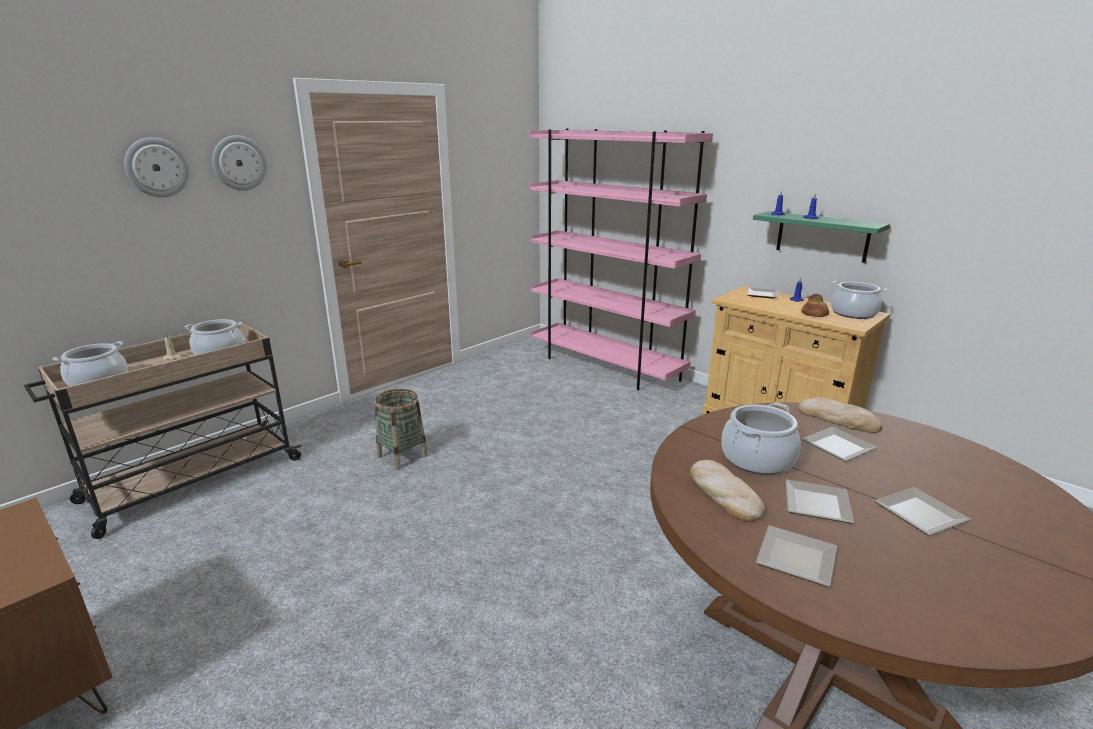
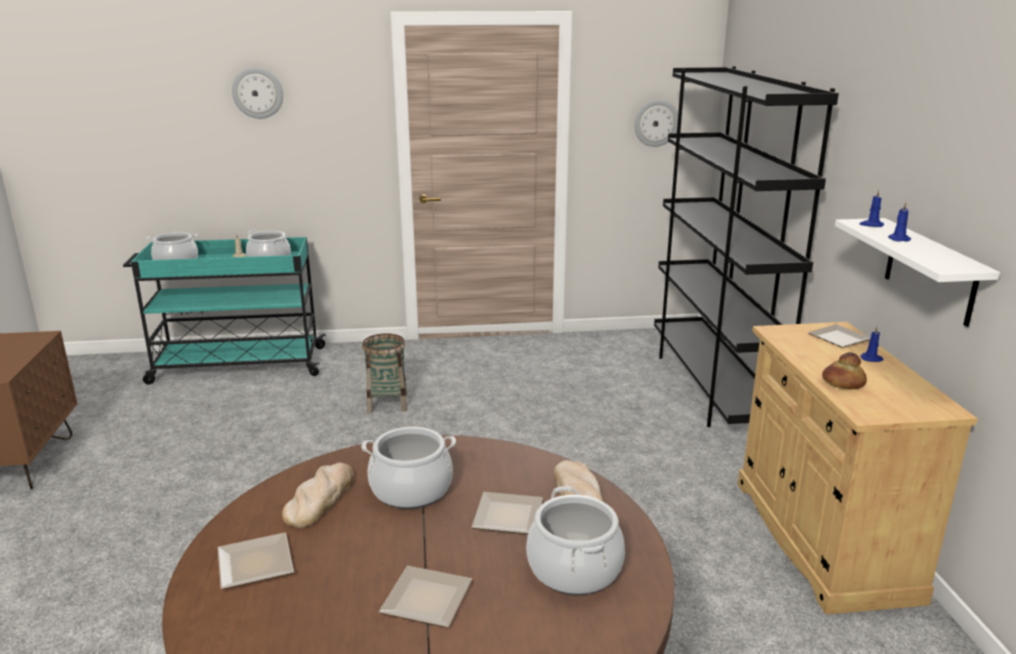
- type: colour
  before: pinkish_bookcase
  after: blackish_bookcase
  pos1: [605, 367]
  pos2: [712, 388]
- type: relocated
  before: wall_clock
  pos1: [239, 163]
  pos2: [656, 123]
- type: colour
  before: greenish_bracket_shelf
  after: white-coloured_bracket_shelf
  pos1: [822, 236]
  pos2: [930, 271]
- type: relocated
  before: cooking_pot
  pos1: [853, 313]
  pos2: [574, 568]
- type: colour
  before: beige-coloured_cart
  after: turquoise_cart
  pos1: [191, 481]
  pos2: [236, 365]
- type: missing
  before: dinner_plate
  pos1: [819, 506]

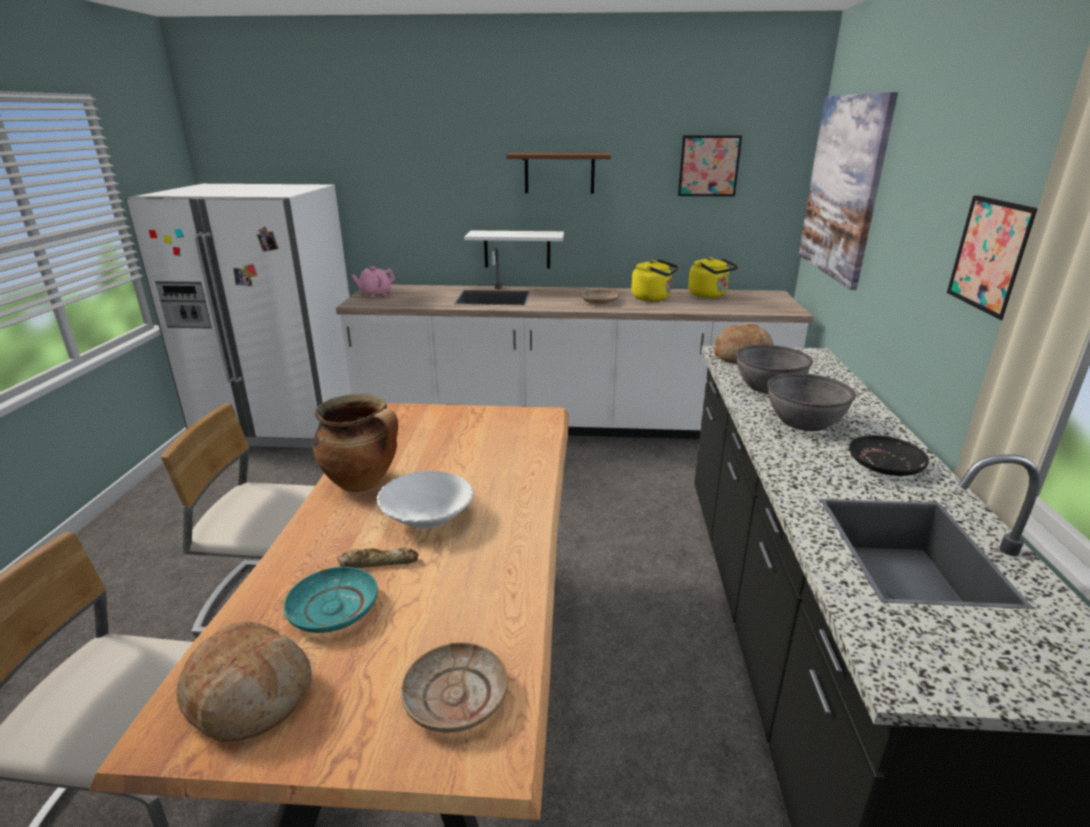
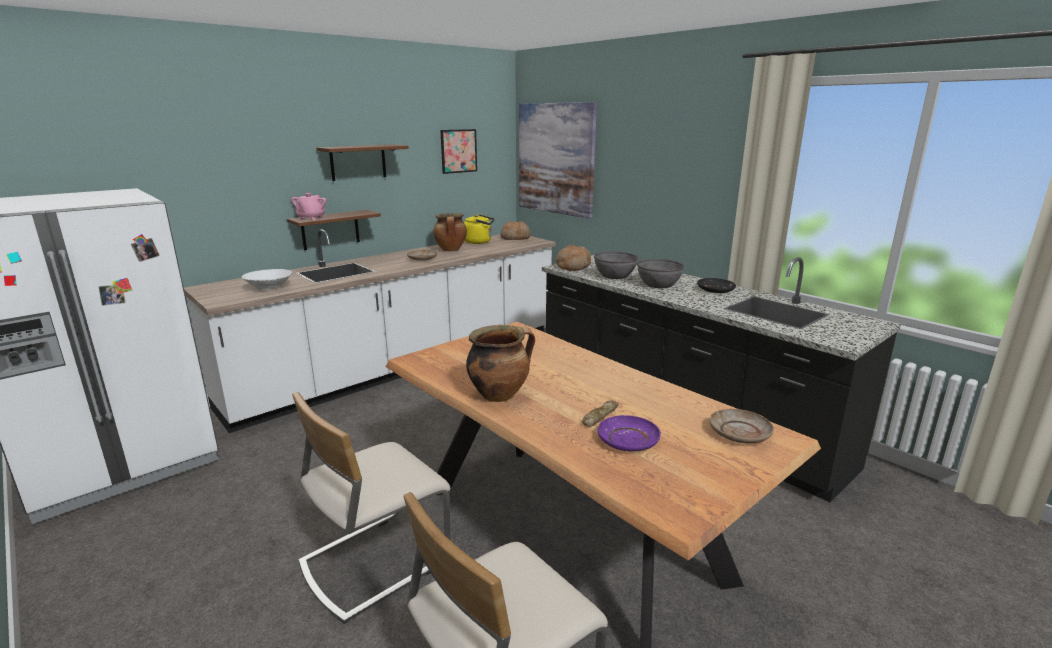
- type: missing
  before: wall_art
  pos1: [991, 255]
- type: colour
  before: white-coloured_bracket_shelf
  after: brown-coloured_bracket_shelf
  pos1: [517, 249]
  pos2: [330, 230]
- type: exchanged
  before: yellow-coloured_kettle
  after: cooking_pot
  pos1: [653, 298]
  pos2: [451, 250]
- type: relocated
  before: pinkish_tea_pot
  pos1: [375, 294]
  pos2: [311, 218]
- type: relocated
  before: white-coloured_deep_dish
  pos1: [427, 517]
  pos2: [268, 287]
- type: colour
  before: turquoise_dinner_plate
  after: purple_dinner_plate
  pos1: [333, 609]
  pos2: [628, 441]
- type: relocated
  before: baked_bread
  pos1: [249, 695]
  pos2: [515, 238]

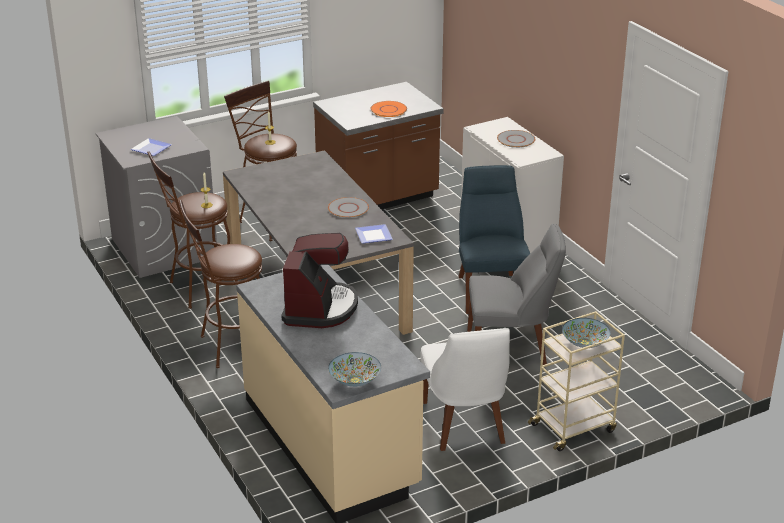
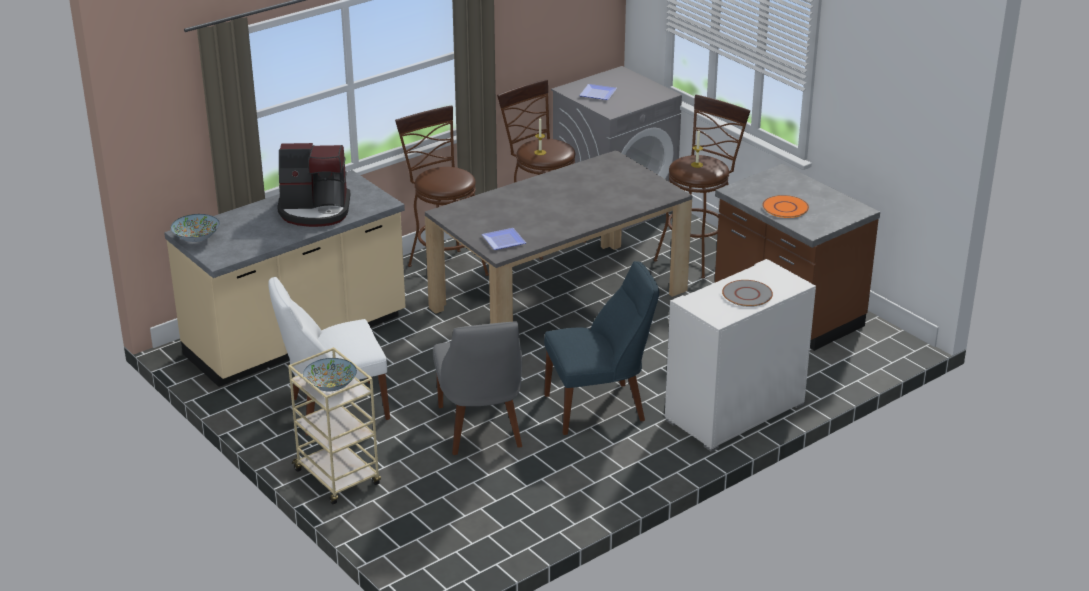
- type: missing
  before: grey_dinner_plate
  pos1: [348, 208]

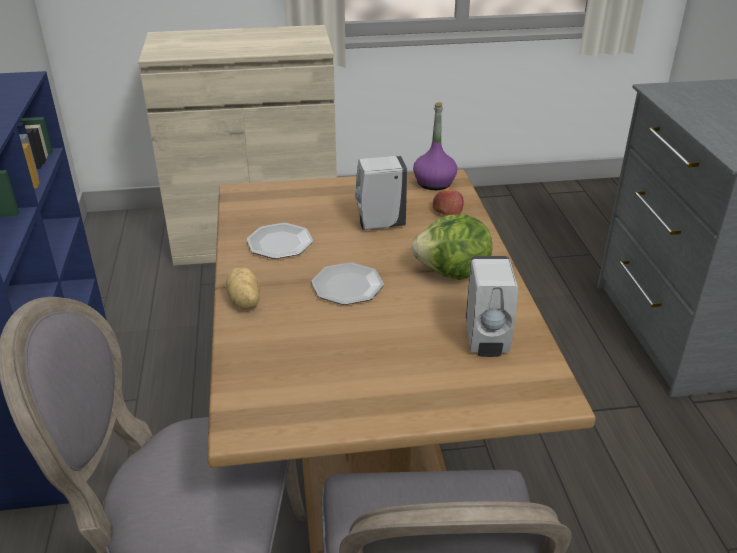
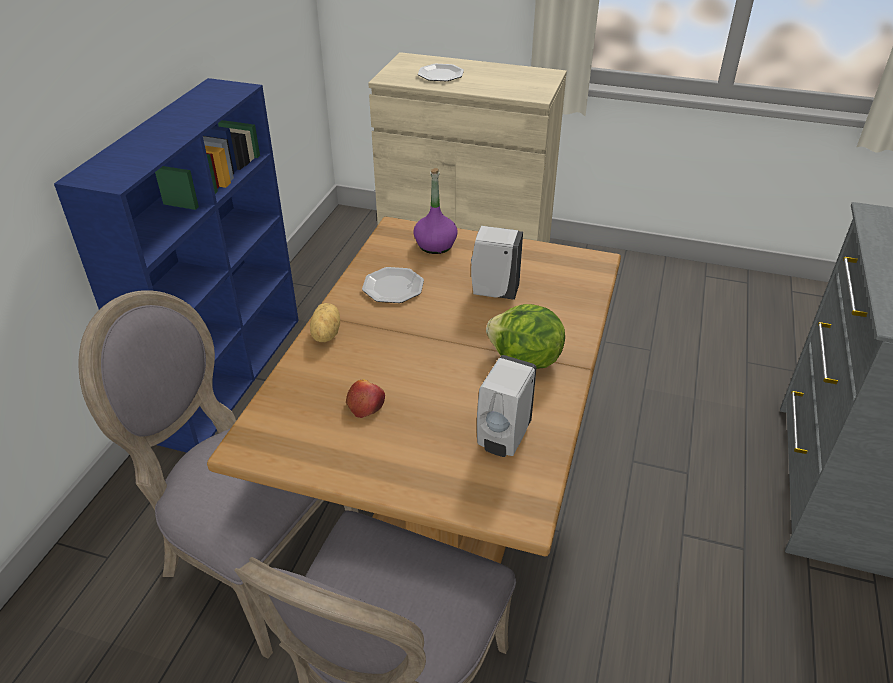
- type: relocated
  before: purple_bottle
  pos1: [434, 183]
  pos2: [435, 245]
- type: relocated
  before: apple_fruit
  pos1: [447, 210]
  pos2: [365, 404]
- type: relocated
  before: dinner_plate
  pos1: [347, 286]
  pos2: [440, 75]

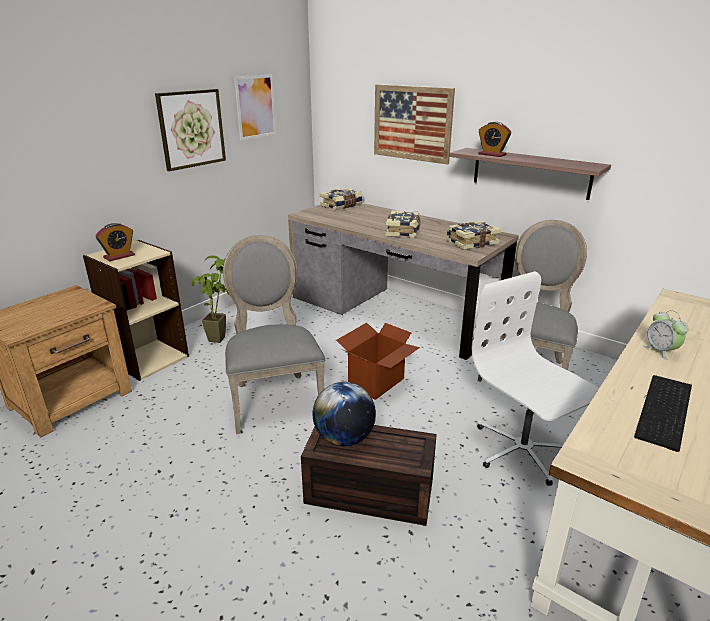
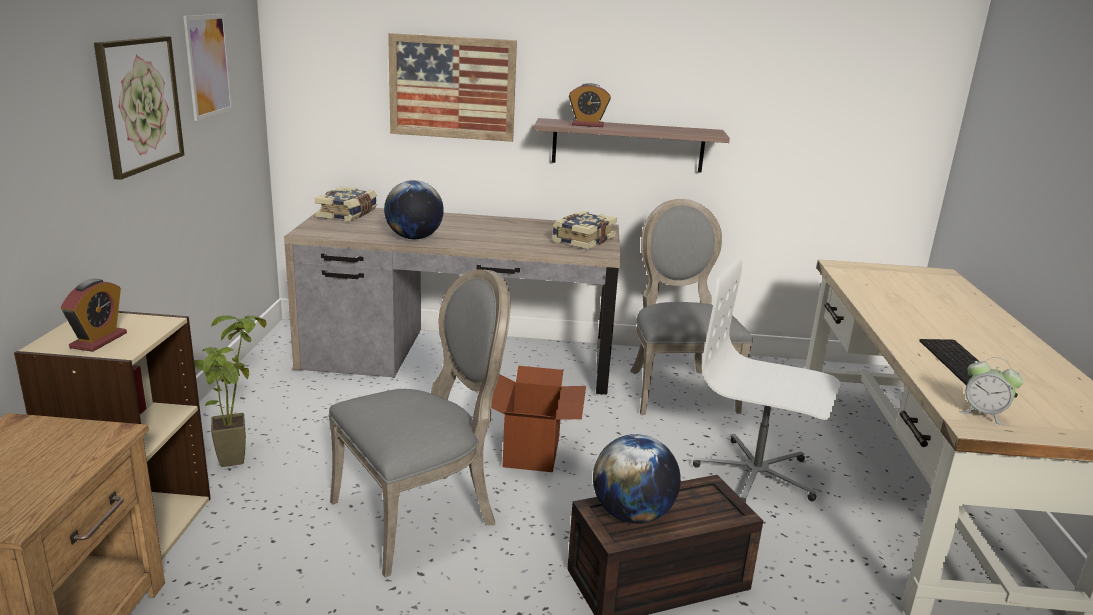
- type: missing
  before: volume
  pos1: [403, 231]
- type: spun
  before: grey_chair
  pos1: [275, 399]
  pos2: [421, 514]
  turn: 105
- type: relocated
  before: bedside_clock
  pos1: [661, 351]
  pos2: [983, 414]
- type: appeared
  after: desk_globe
  pos2: [414, 238]

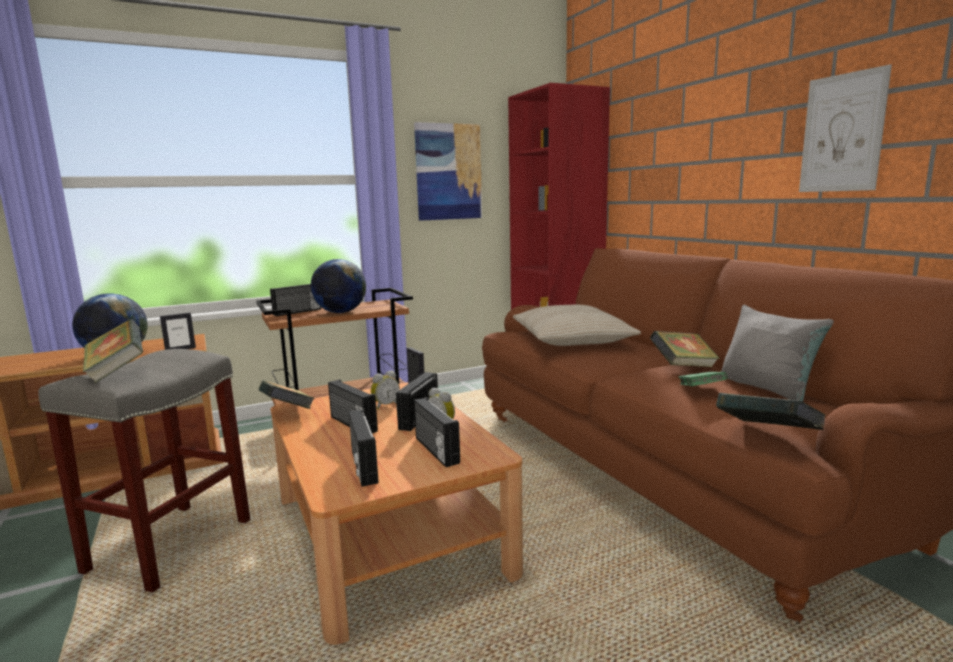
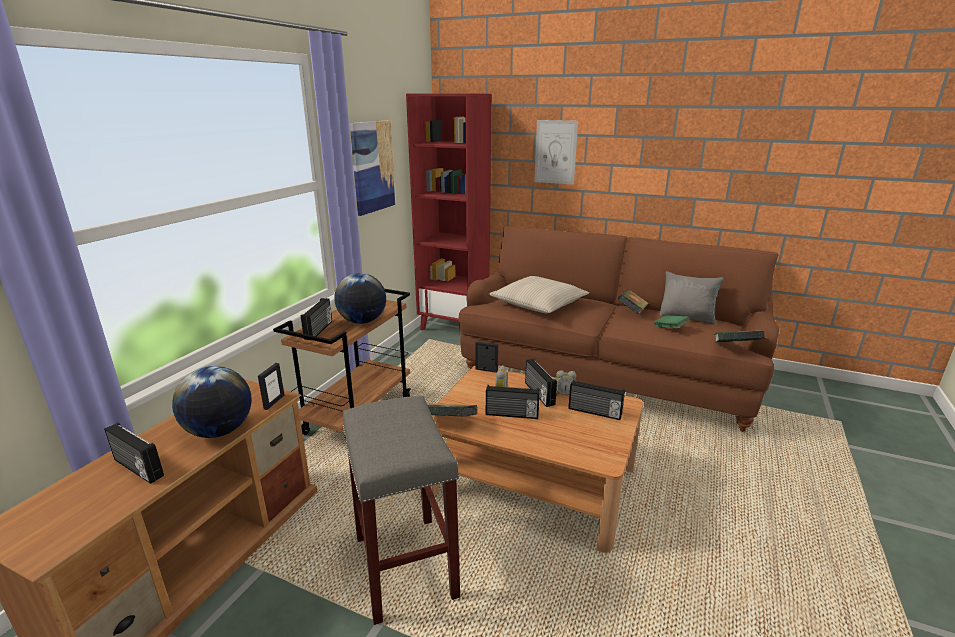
- type: relocated
  before: wall_art
  pos1: [842, 133]
  pos2: [555, 152]
- type: missing
  before: volume
  pos1: [117, 372]
- type: relocated
  before: radio
  pos1: [362, 467]
  pos2: [137, 468]

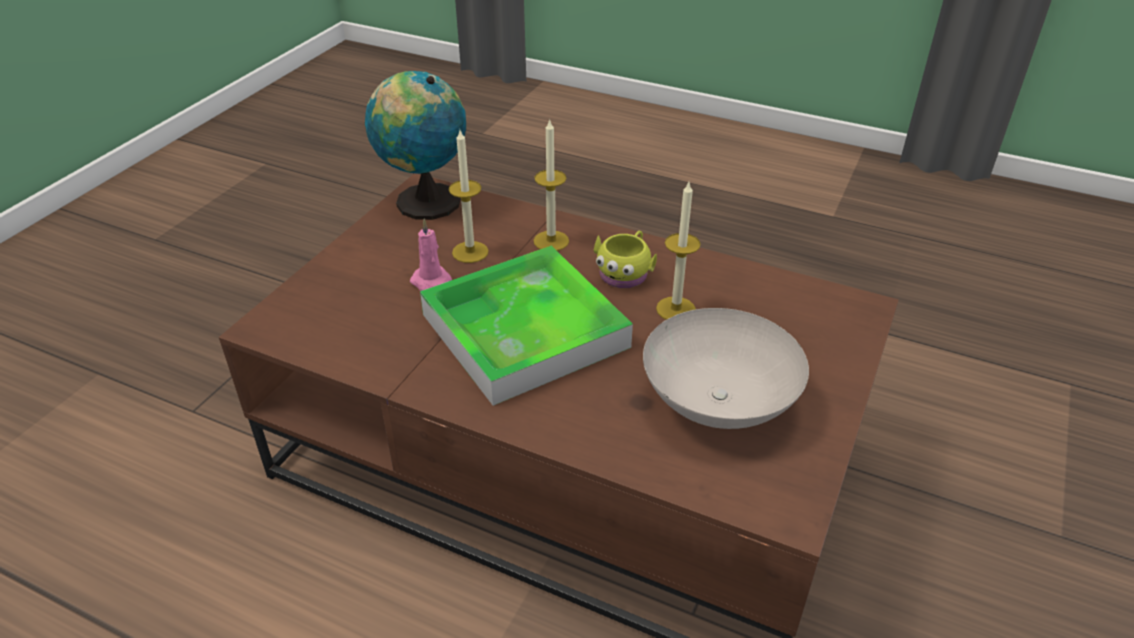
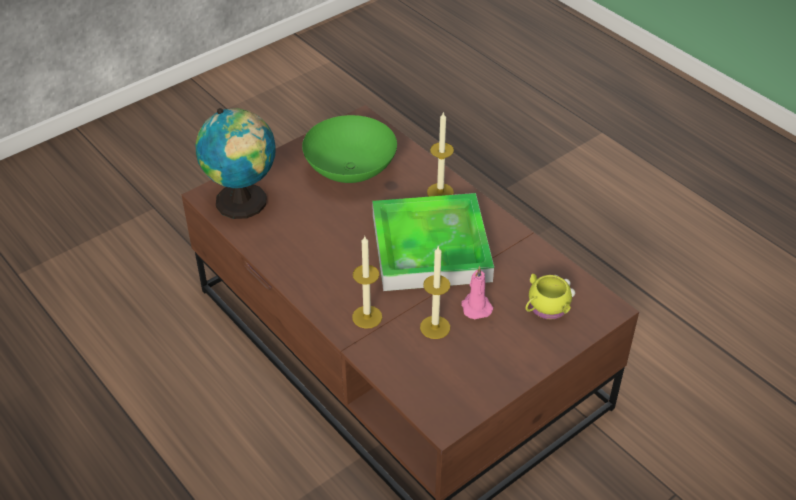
- type: relocated
  before: desk_globe
  pos1: [423, 202]
  pos2: [244, 203]
- type: relocated
  before: wax_light
  pos1: [676, 309]
  pos2: [440, 192]
- type: relocated
  before: yellow-coloured_coffee_mug
  pos1: [625, 273]
  pos2: [545, 308]
- type: colour
  before: white-coloured_deep_dish
  after: greenish_deep_dish
  pos1: [718, 401]
  pos2: [350, 172]

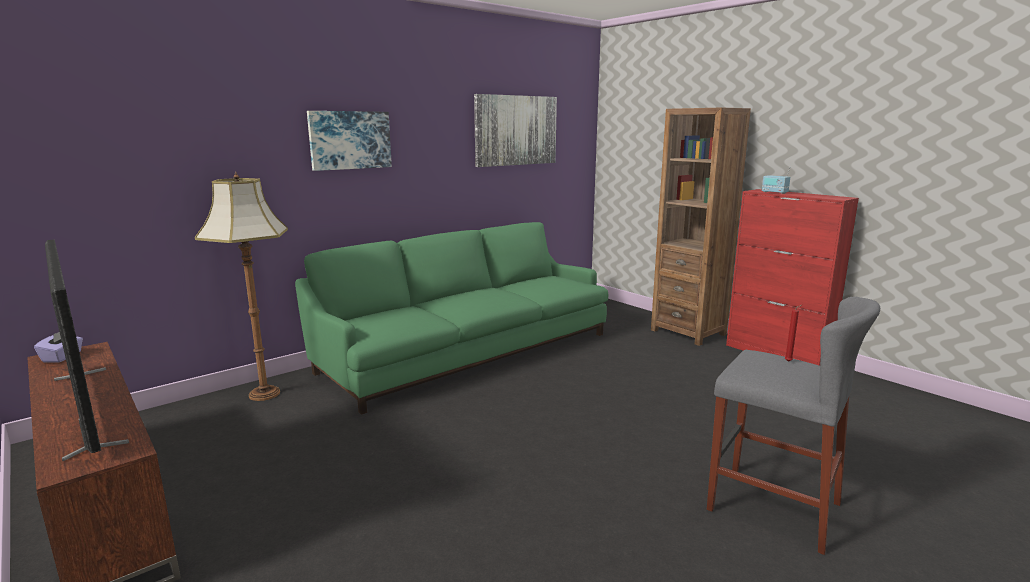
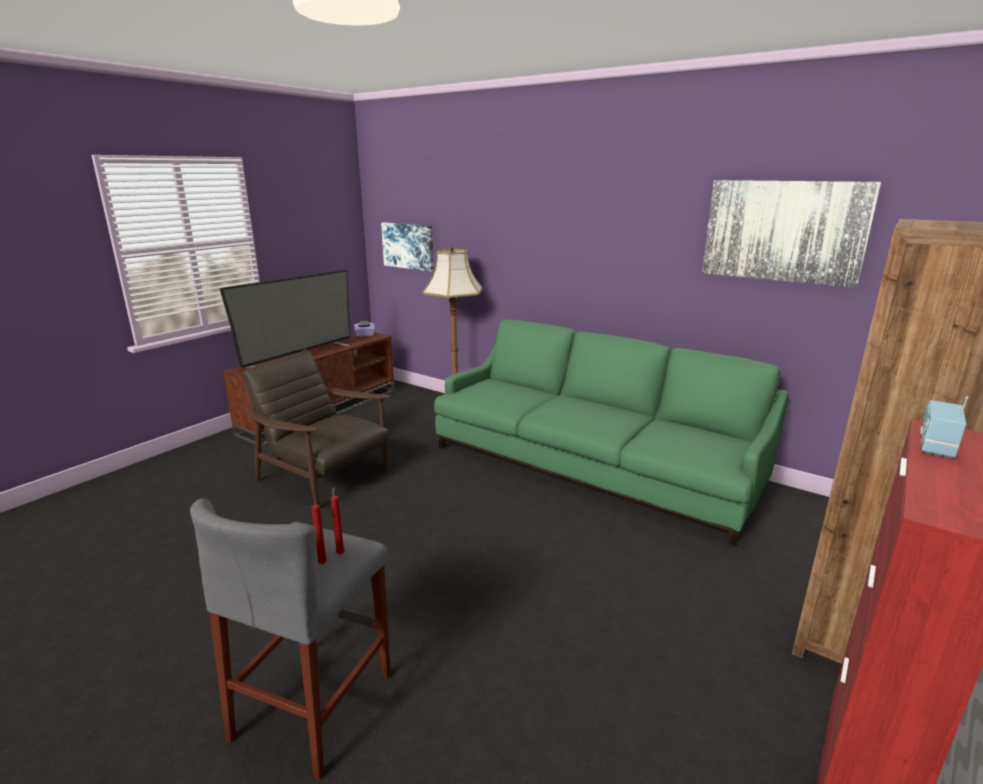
- type: relocated
  before: wall_art
  pos1: [350, 140]
  pos2: [408, 246]
- type: appeared
  after: brown-coloured_lounge_chair
  pos2: [325, 476]
- type: appeared
  after: red-coloured_wax_light
  pos2: [340, 553]

